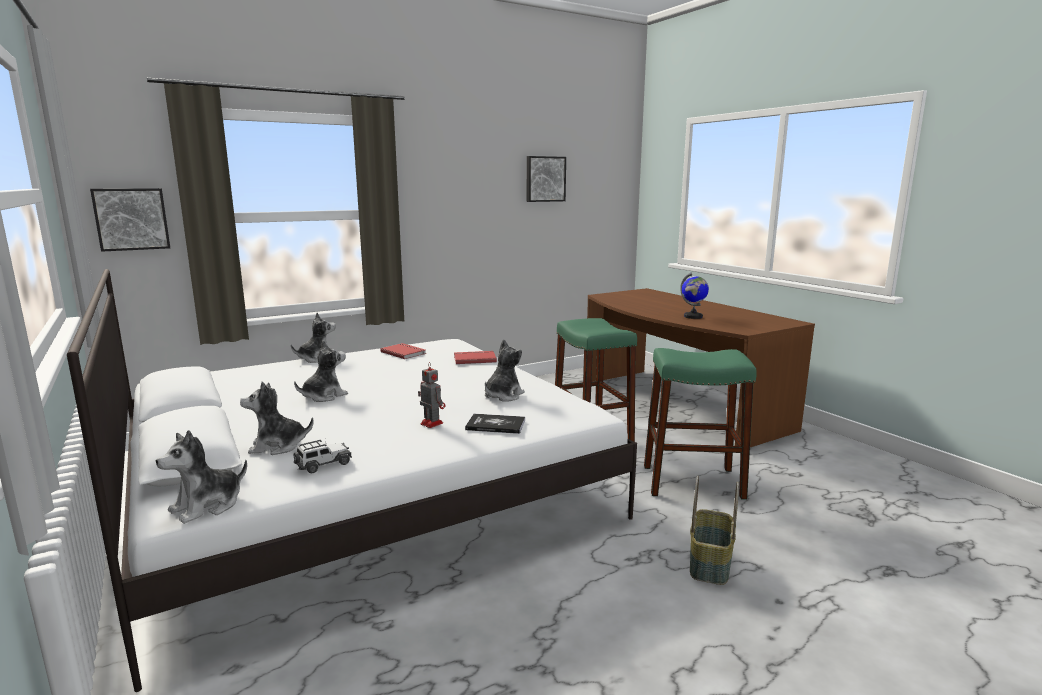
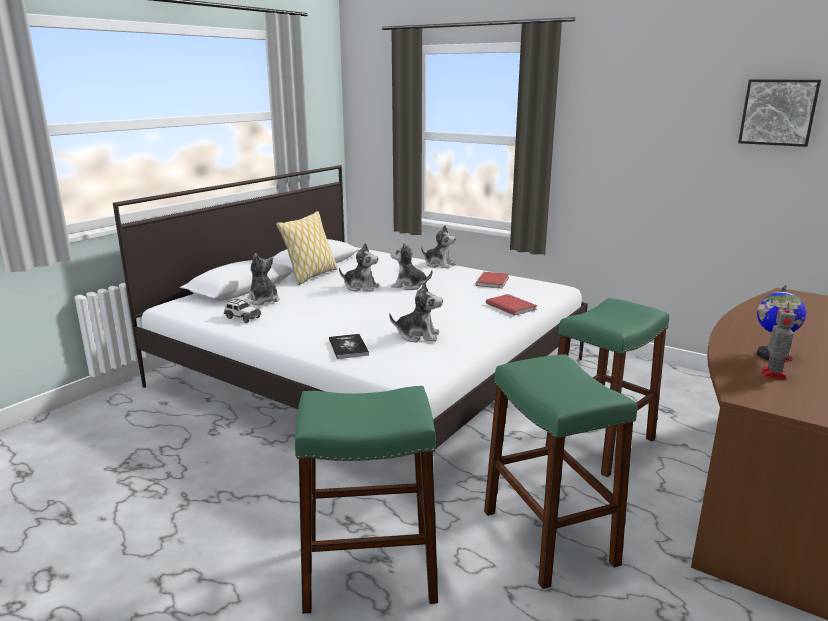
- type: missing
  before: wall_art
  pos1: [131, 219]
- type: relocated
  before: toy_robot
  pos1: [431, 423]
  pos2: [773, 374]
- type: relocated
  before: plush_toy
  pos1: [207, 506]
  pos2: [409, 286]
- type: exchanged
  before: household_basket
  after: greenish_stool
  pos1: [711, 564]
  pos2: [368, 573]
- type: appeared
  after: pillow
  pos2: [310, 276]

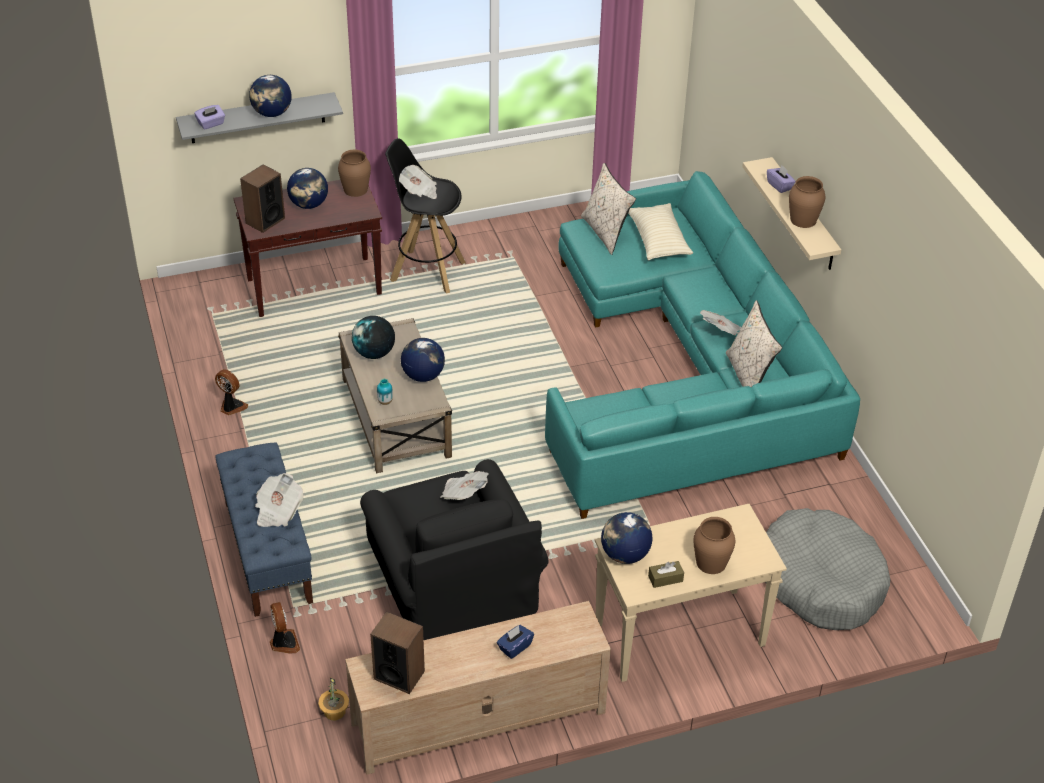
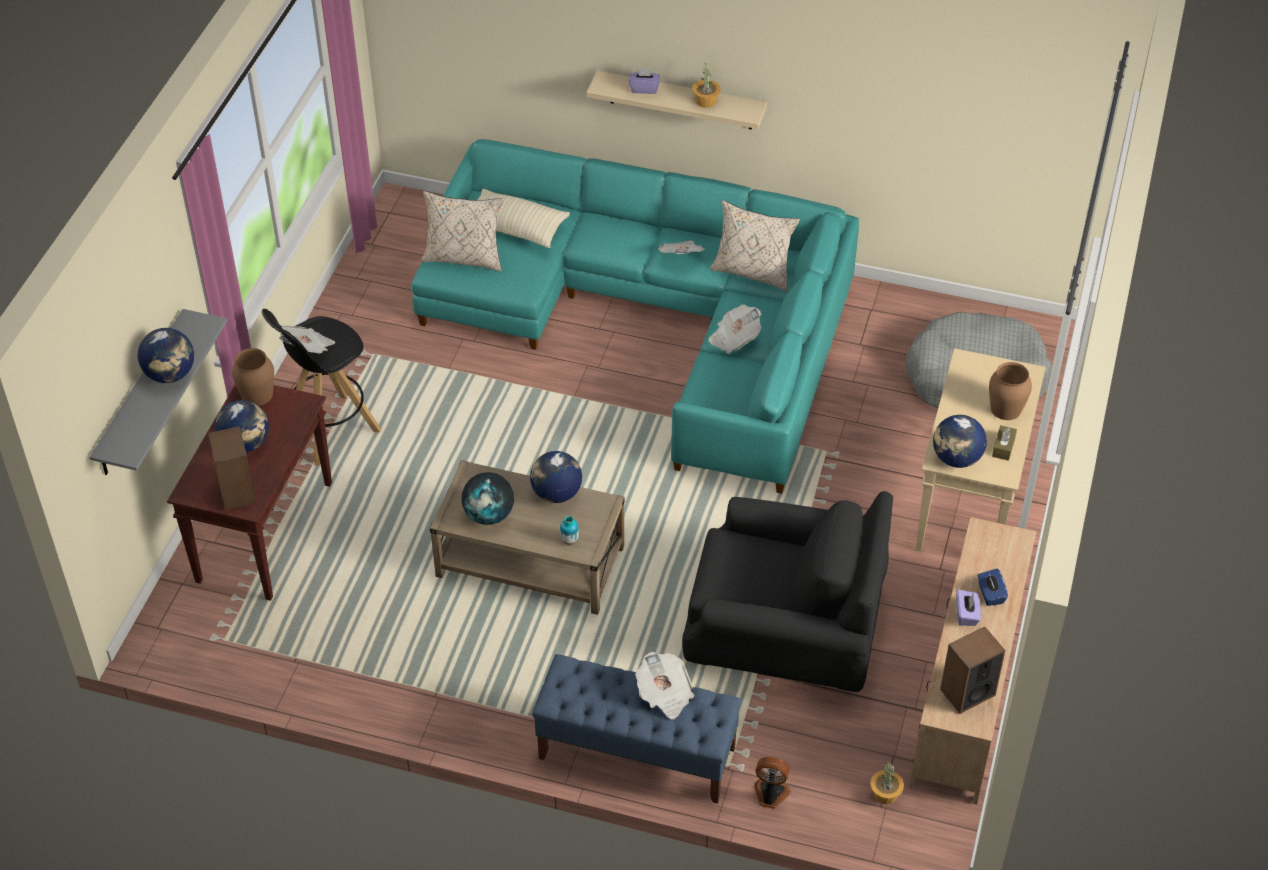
- type: relocated
  before: purple_box_of_tissues
  pos1: [211, 124]
  pos2: [966, 615]
- type: exchanged
  before: brown-coloured_decorative_vase
  after: potted_plant
  pos1: [803, 219]
  pos2: [705, 101]
- type: missing
  before: electric_fan
  pos1: [231, 407]
- type: relocated
  before: daily_paper
  pos1: [464, 494]
  pos2: [734, 339]

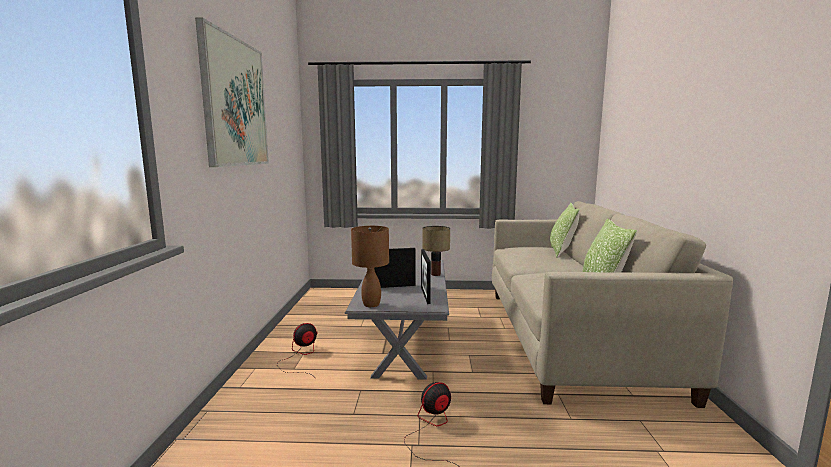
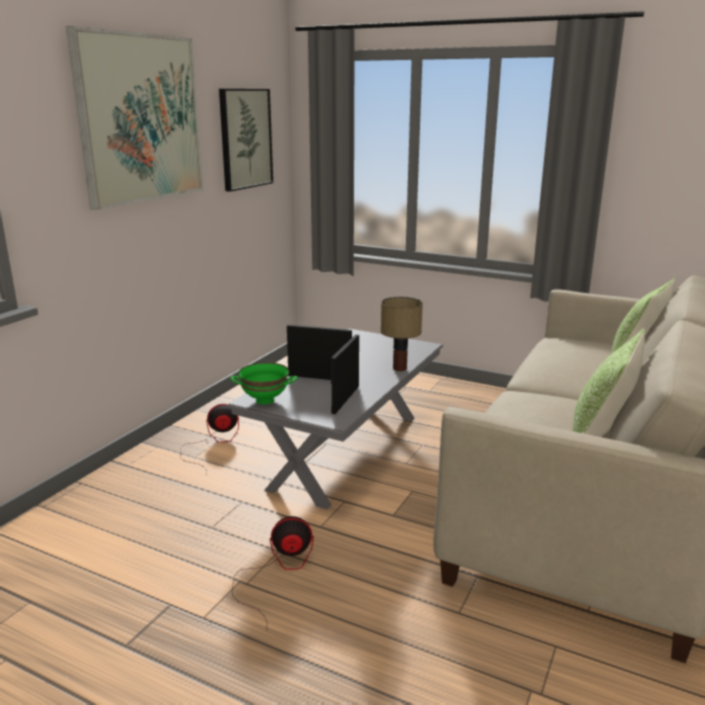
- type: exchanged
  before: brown-coloured_table_lamp
  after: greenish_deep_dish
  pos1: [371, 304]
  pos2: [264, 400]
- type: appeared
  after: wall_art
  pos2: [245, 139]

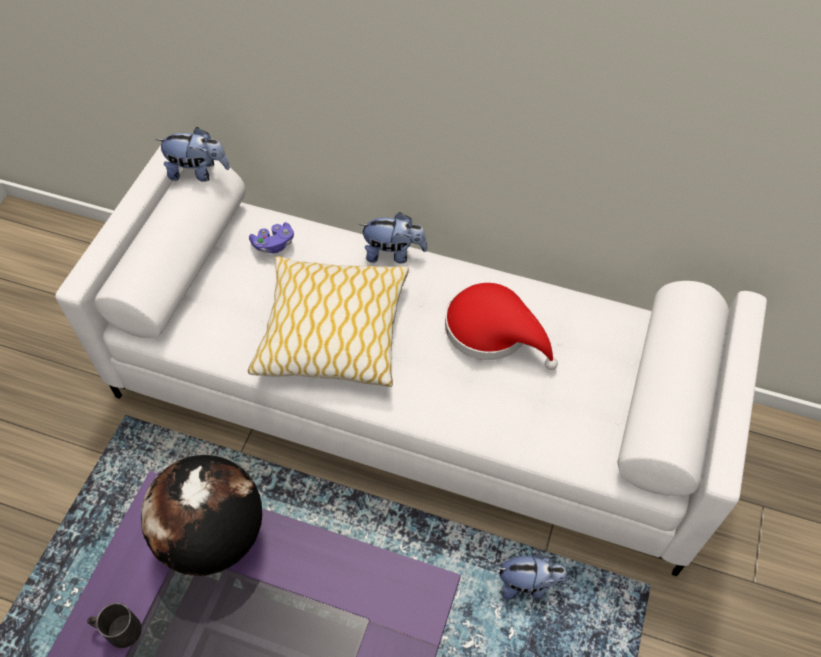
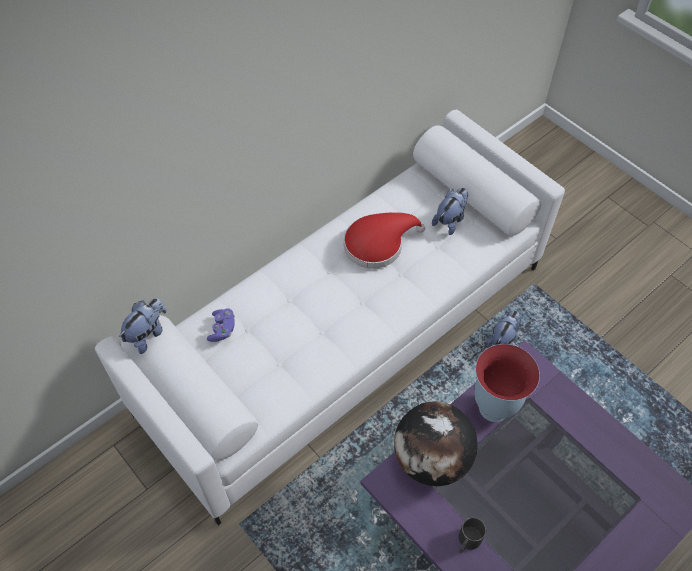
- type: relocated
  before: plush_toy
  pos1: [393, 254]
  pos2: [450, 220]
- type: missing
  before: pillow
  pos1: [332, 332]
- type: appeared
  after: decorative_vase
  pos2: [493, 408]

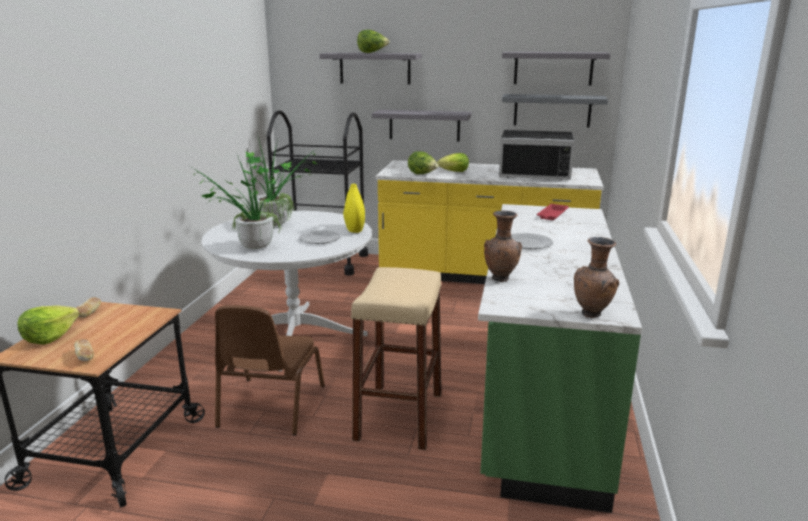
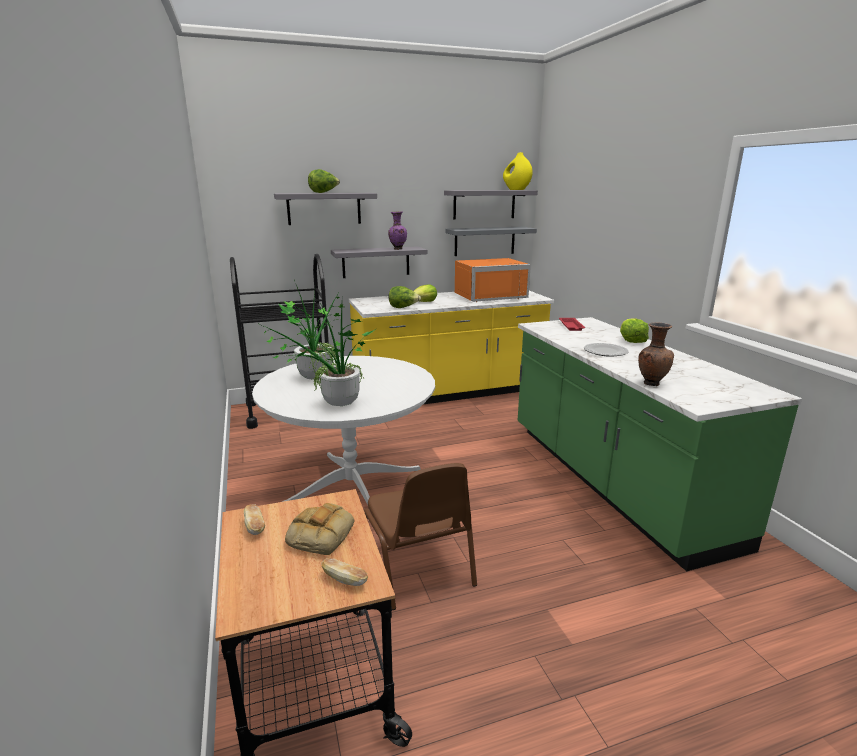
- type: colour
  before: blackish_microwave
  after: orange-coloured_microwave
  pos1: [535, 173]
  pos2: [488, 296]
- type: relocated
  before: yellow-coloured_decorative_vase
  pos1: [354, 229]
  pos2: [516, 190]
- type: missing
  before: dinner_plate
  pos1: [320, 239]
- type: missing
  before: brown-coloured_decorative_vase
  pos1: [592, 314]
- type: missing
  before: beige-coloured_stool
  pos1: [399, 416]
- type: relocated
  before: lettuce
  pos1: [49, 337]
  pos2: [631, 340]
- type: appeared
  after: purple_decorative_vase
  pos2: [397, 249]
- type: appeared
  after: baked_bread
  pos2: [320, 534]

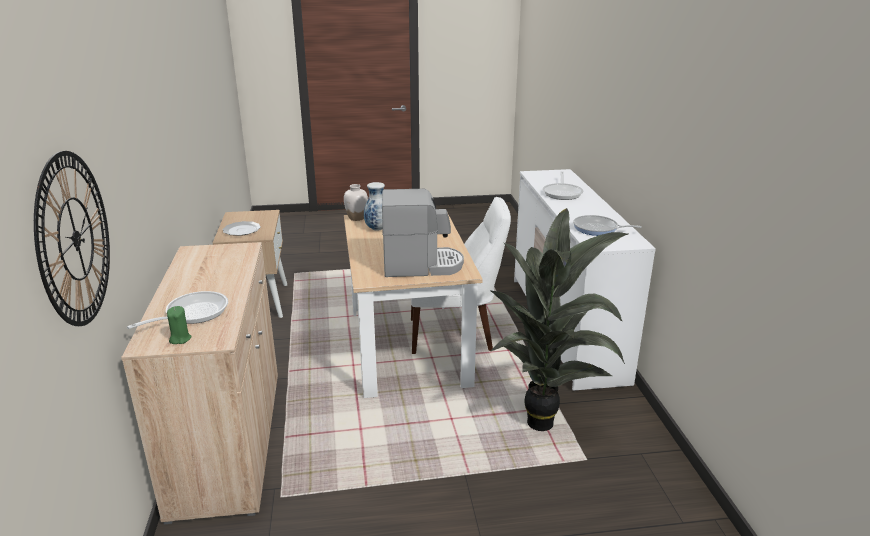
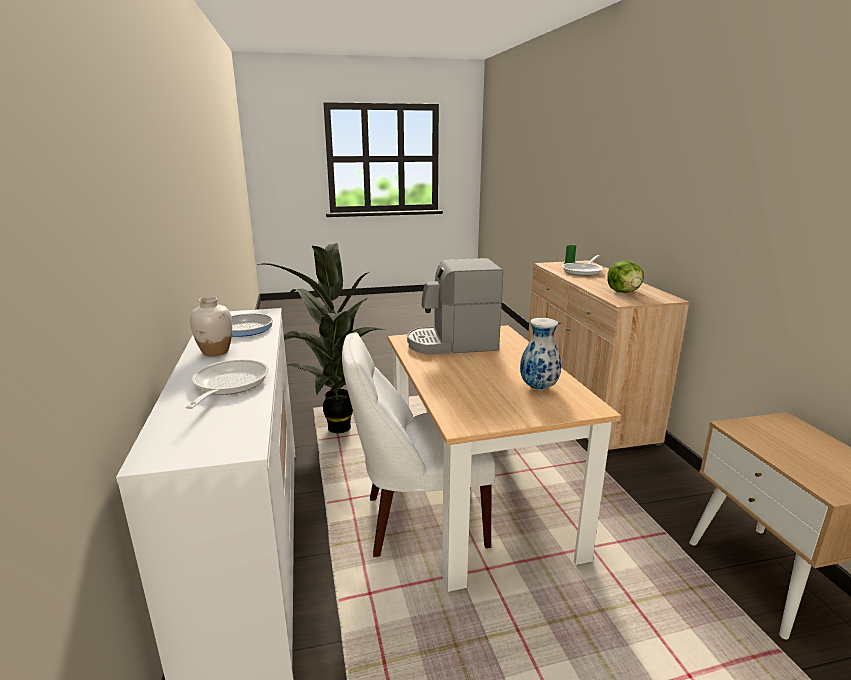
- type: missing
  before: wall_clock
  pos1: [75, 239]
- type: relocated
  before: white-coloured_decorative_vase
  pos1: [356, 218]
  pos2: [216, 352]
- type: missing
  before: dinner_plate
  pos1: [241, 230]
- type: appeared
  after: lettuce
  pos2: [624, 292]

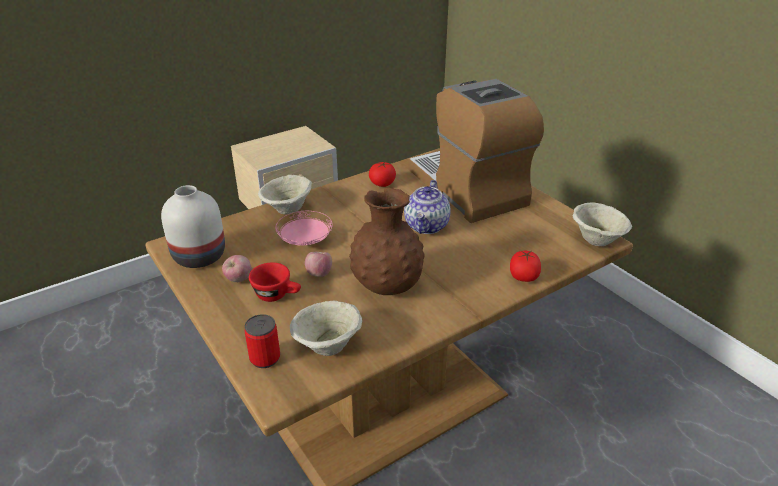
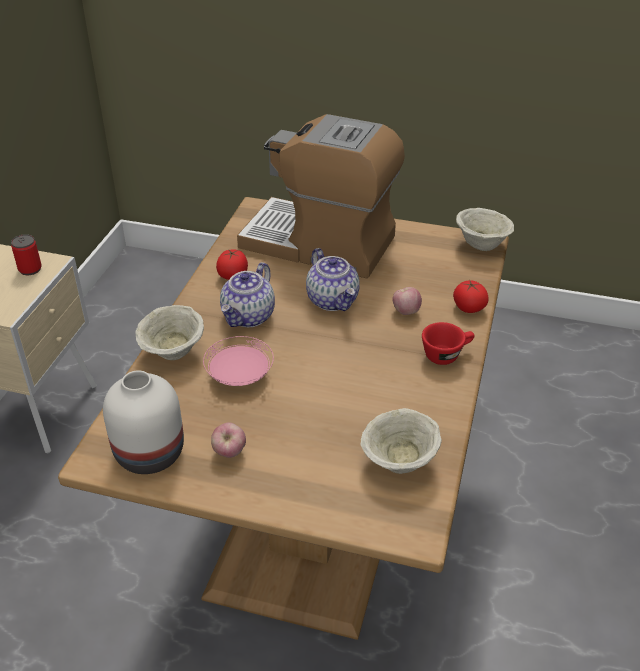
- type: missing
  before: brown-coloured_decorative_vase
  pos1: [387, 287]
- type: relocated
  before: apple_fruit
  pos1: [319, 274]
  pos2: [405, 311]
- type: relocated
  before: red-coloured_small_cup
  pos1: [277, 295]
  pos2: [446, 354]
- type: relocated
  before: metal_can
  pos1: [265, 358]
  pos2: [30, 269]
- type: appeared
  after: tea_pot
  pos2: [249, 317]

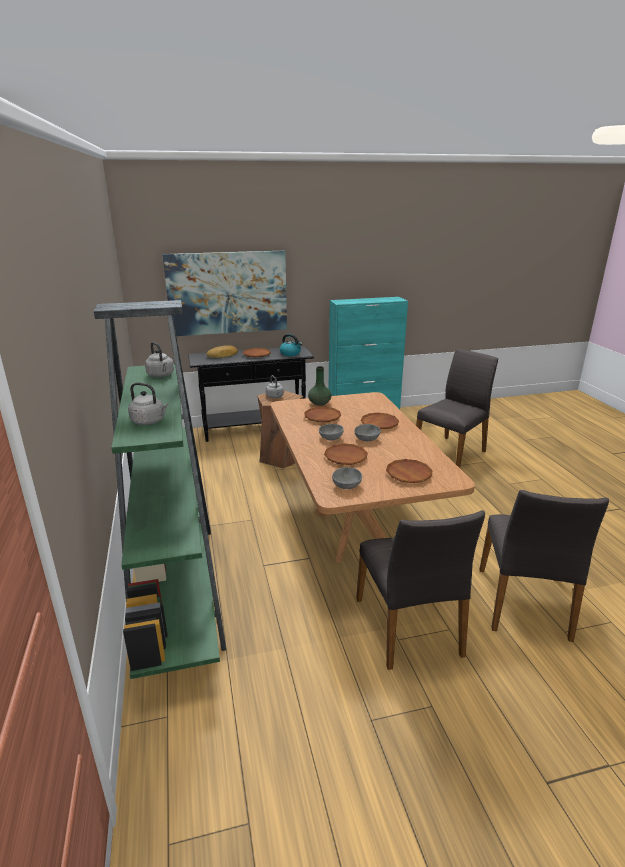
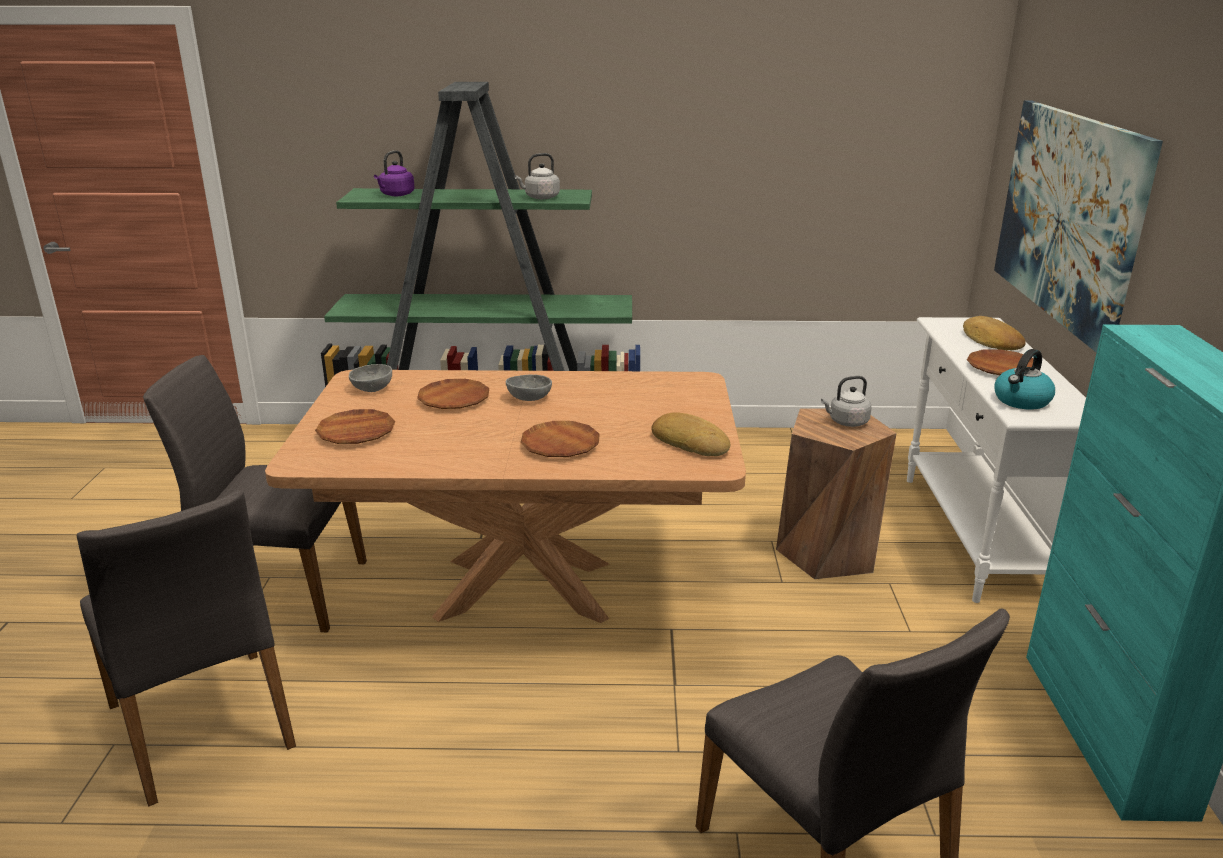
- type: colour
  before: blackish_narrow_table
  after: white-coloured_narrow_table
  pos1: [254, 430]
  pos2: [973, 536]
- type: missing
  before: greenish_decorative_vase
  pos1: [319, 403]
- type: colour
  before: grey_kettle
  after: purple_kettle
  pos1: [149, 421]
  pos2: [396, 195]
- type: missing
  before: brown-coloured_dinner_plate
  pos1: [322, 417]
- type: missing
  before: grey_deep_dish
  pos1: [367, 439]
- type: spun
  before: grey_chair
  pos1: [524, 603]
  pos2: [204, 725]
  turn: -150
- type: appeared
  after: baked_bread
  pos2: [691, 442]

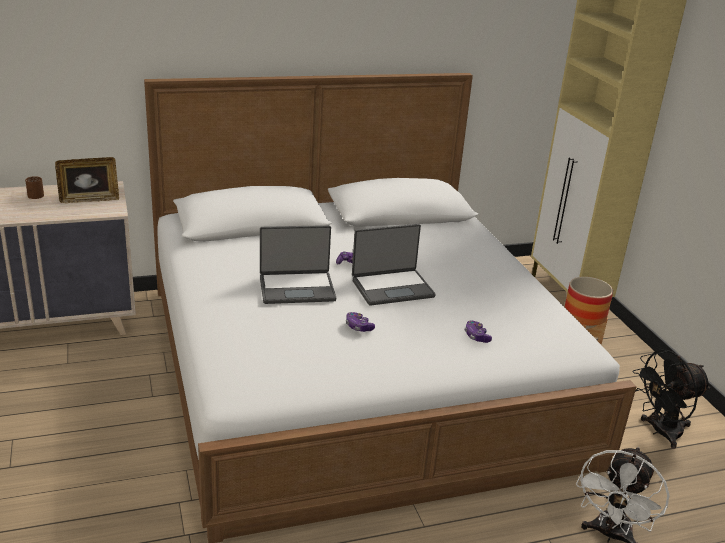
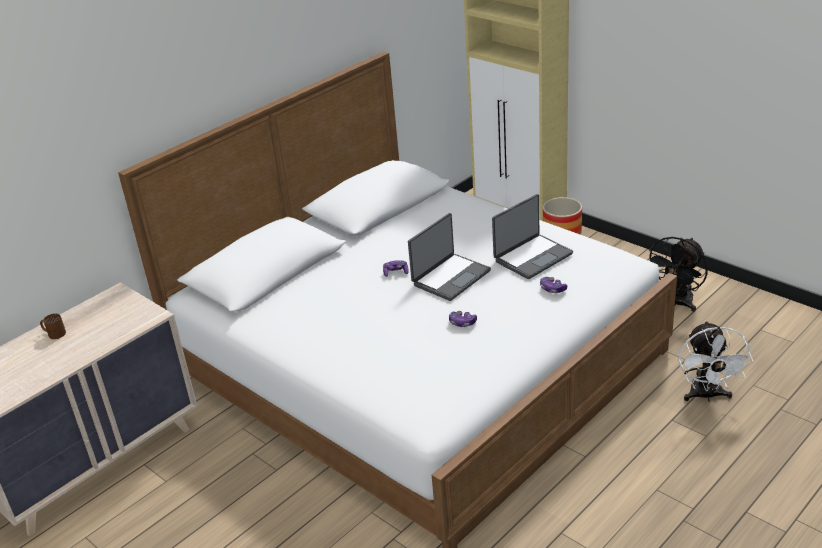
- type: missing
  before: picture_frame
  pos1: [89, 199]
- type: relocated
  before: notebook_computer
  pos1: [297, 288]
  pos2: [532, 257]

